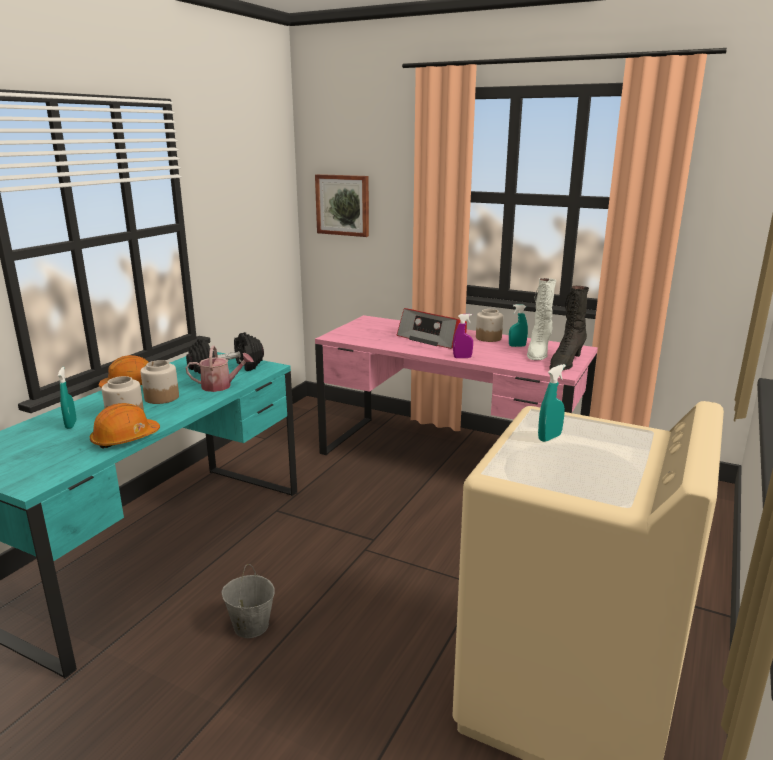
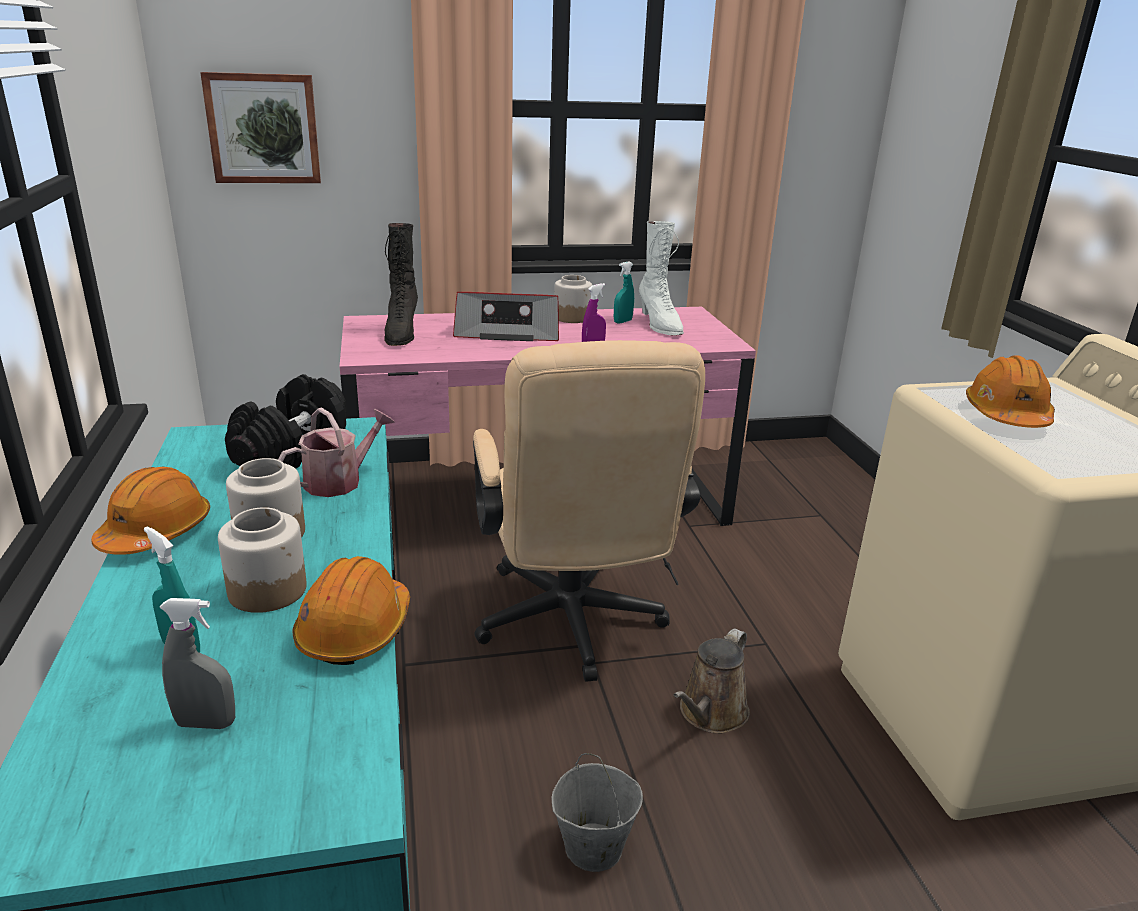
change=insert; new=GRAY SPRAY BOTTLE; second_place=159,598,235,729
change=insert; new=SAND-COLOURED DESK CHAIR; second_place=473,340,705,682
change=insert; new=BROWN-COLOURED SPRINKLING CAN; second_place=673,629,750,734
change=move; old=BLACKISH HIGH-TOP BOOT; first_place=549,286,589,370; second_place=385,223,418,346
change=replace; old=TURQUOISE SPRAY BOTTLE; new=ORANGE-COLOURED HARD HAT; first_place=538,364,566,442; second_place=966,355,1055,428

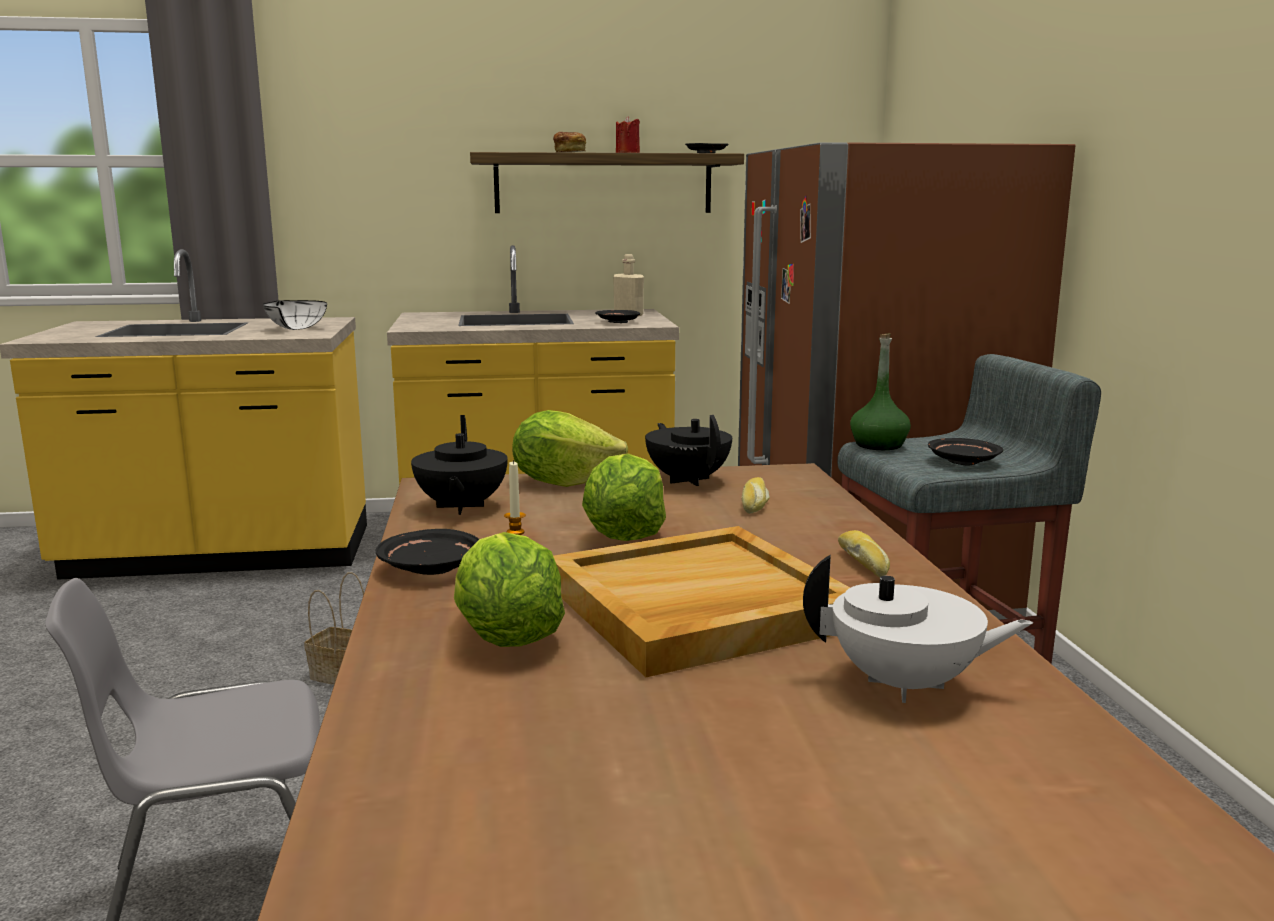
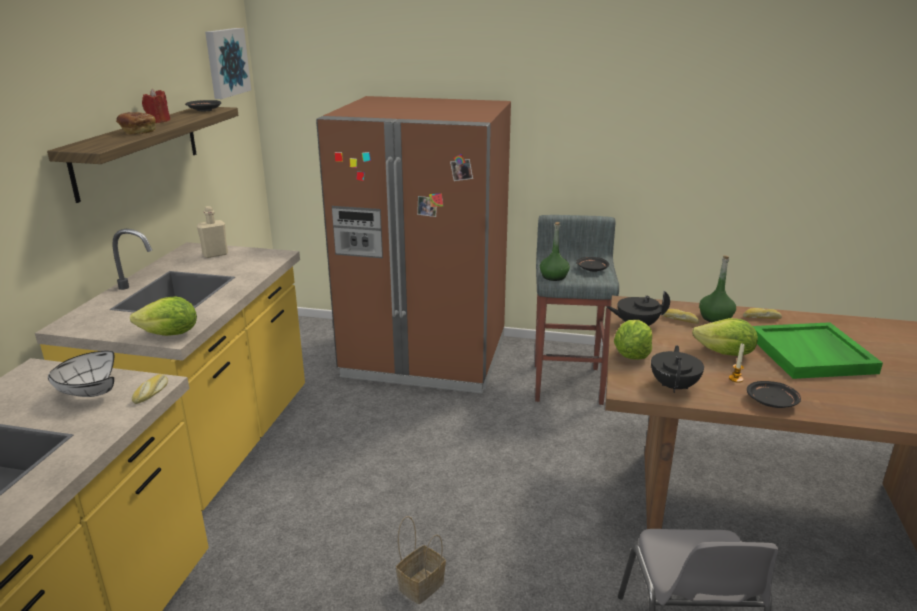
change=delete; old=BLACKISH DINNER PLATE; first_place=595,310,640,323
change=delete; old=WHITE TEA POT; first_place=803,555,1033,703
change=insert; new=BAKED BREAD; second_place=132,374,168,404
change=insert; new=WALL PICTURE; second_place=205,28,251,99
change=insert; new=GREENISH BEVERAGE BOTTLE; second_place=699,255,736,322
change=move; old=HEAD OF LETTUCE; first_place=454,532,565,647; second_place=130,296,197,336
change=recolor; old=SAND-COLOURED TRAY; new=GREENISH TRAY; first_place=554,526,850,677; second_place=753,322,883,379
change=rotate; old=BLACKISH TEA POT; first_place=411,415,508,515; second_place=651,345,704,393; degrees=-90

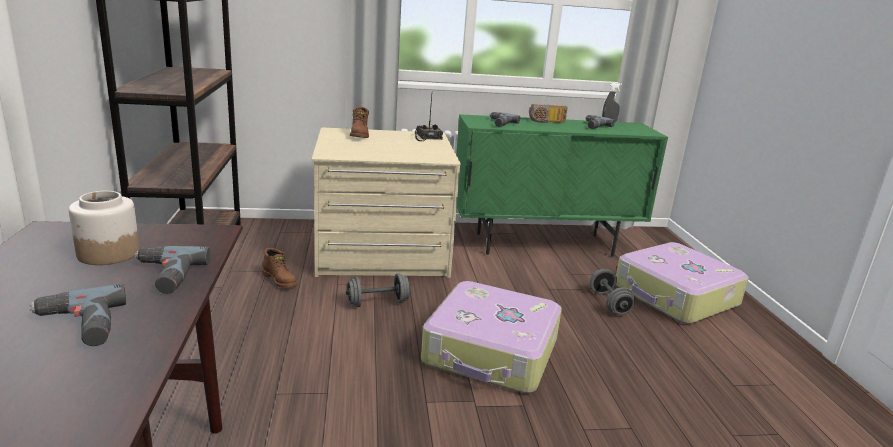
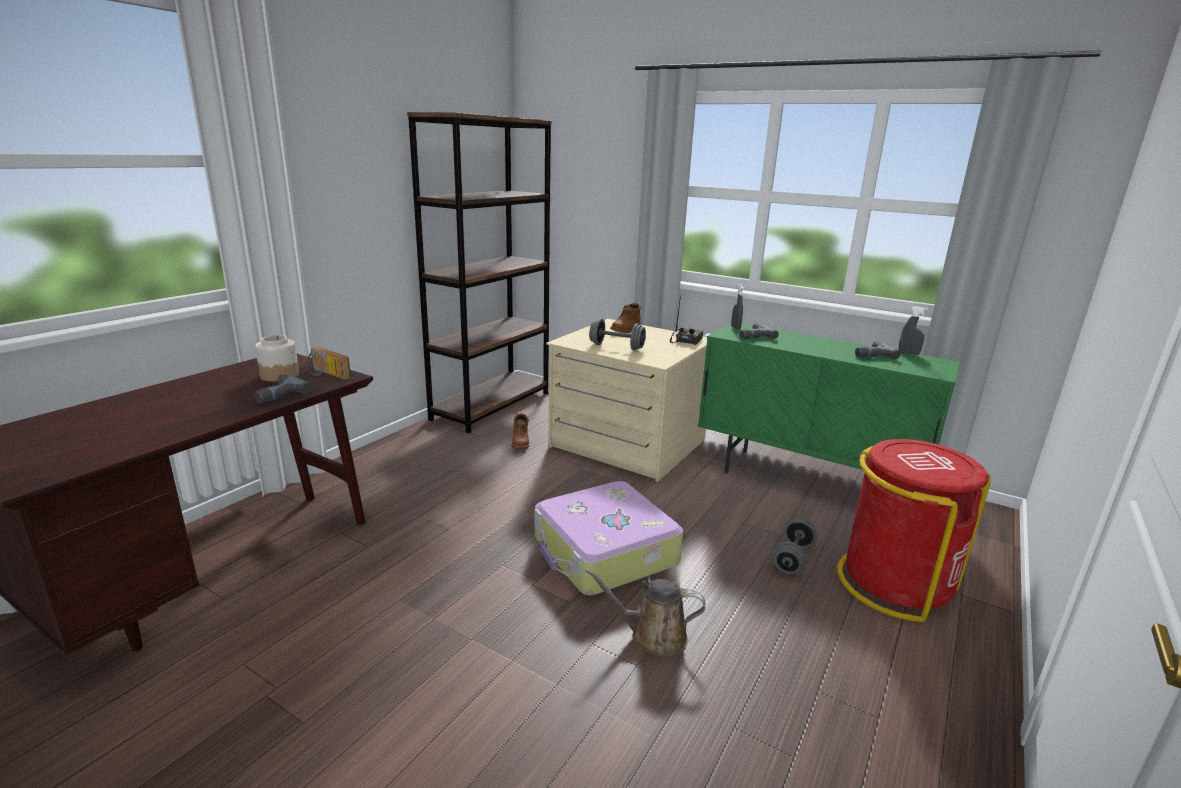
change=delete; old=ELECTRIC DRILL; first_place=29,284,126,346
change=insert; new=BROWN-COLOURED SPRINKLING CAN; second_place=585,568,705,656
change=insert; new=GRAY SPRAY BOTTLE; second_place=731,284,744,330
change=move; old=GRAY HAND WEIGHT; first_place=346,273,410,307; second_place=589,319,646,350
change=move; old=RADIO SET; first_place=529,104,568,123; second_place=307,347,351,380
change=replace; old=TRAVEL CASE; new=REDDISH WASTE BIN; first_place=616,242,749,324; second_place=837,439,991,622

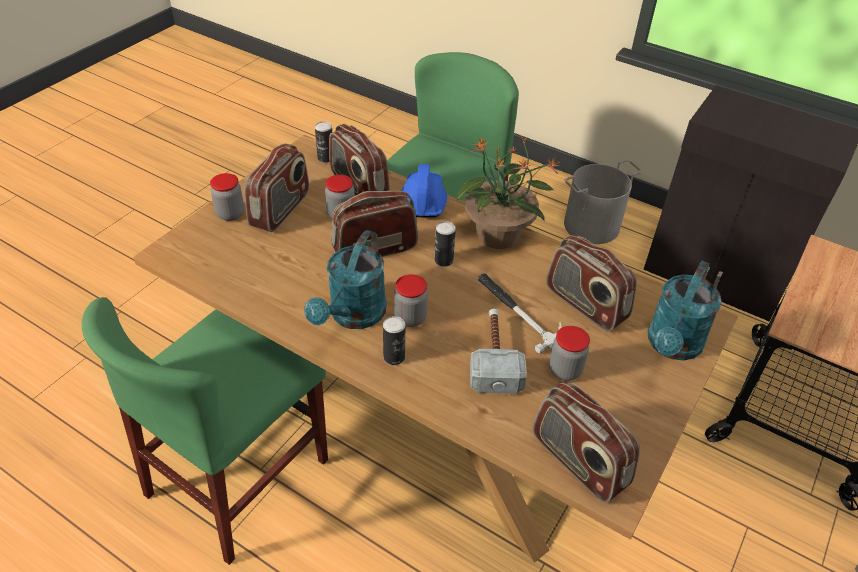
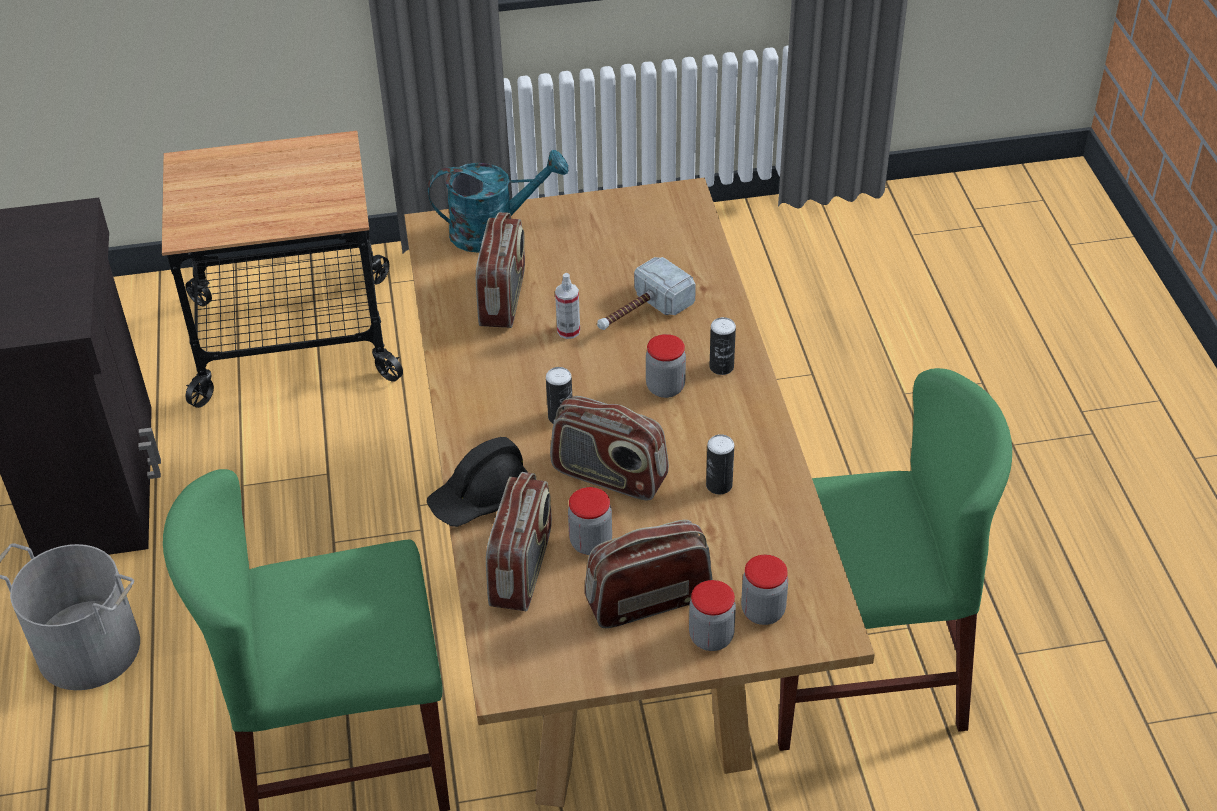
change=delete; old=TURQUOISE SPRINKLING CAN; first_place=304,230,387,329
change=delete; old=PLANT IN A POT; first_place=457,136,560,249
change=delete; old=RADIO SET; first_place=533,382,640,503
change=move; old=METAL CAN; first_place=315,121,332,163; second_place=706,434,734,494
change=move; old=PRESERVE JAR; first_place=549,326,590,381; second_place=741,555,788,625
change=replace; old=HAMMER; new=SPRAY BOTTLE; first_place=478,274,562,353; second_place=555,273,580,339
change=recolor; old=BLUISH HARD HAT; new=BLACKISH HARD HAT; first_place=401,164,447,217; second_place=427,437,528,527

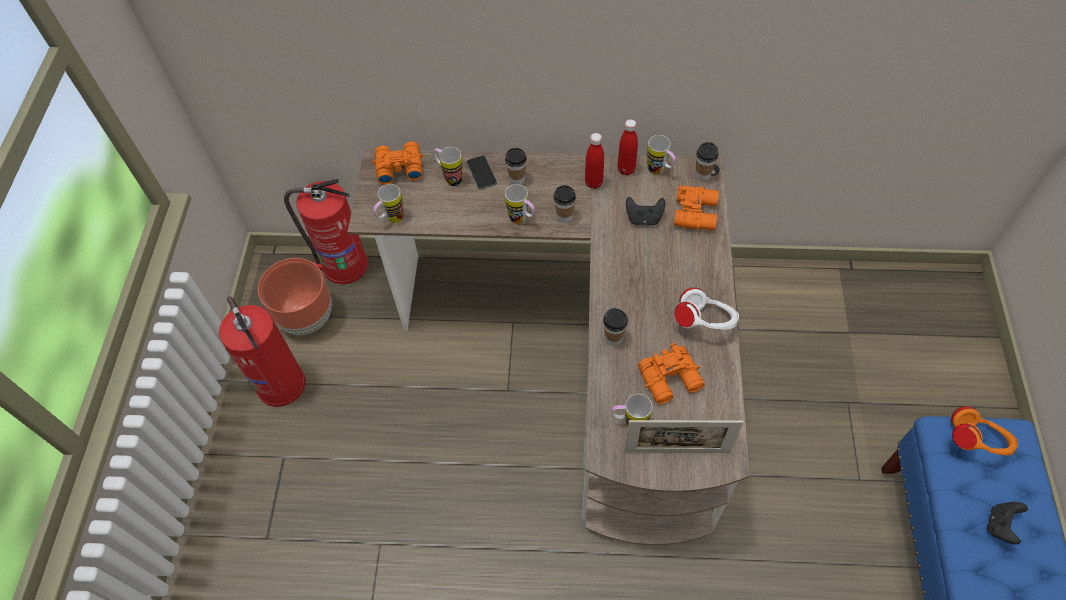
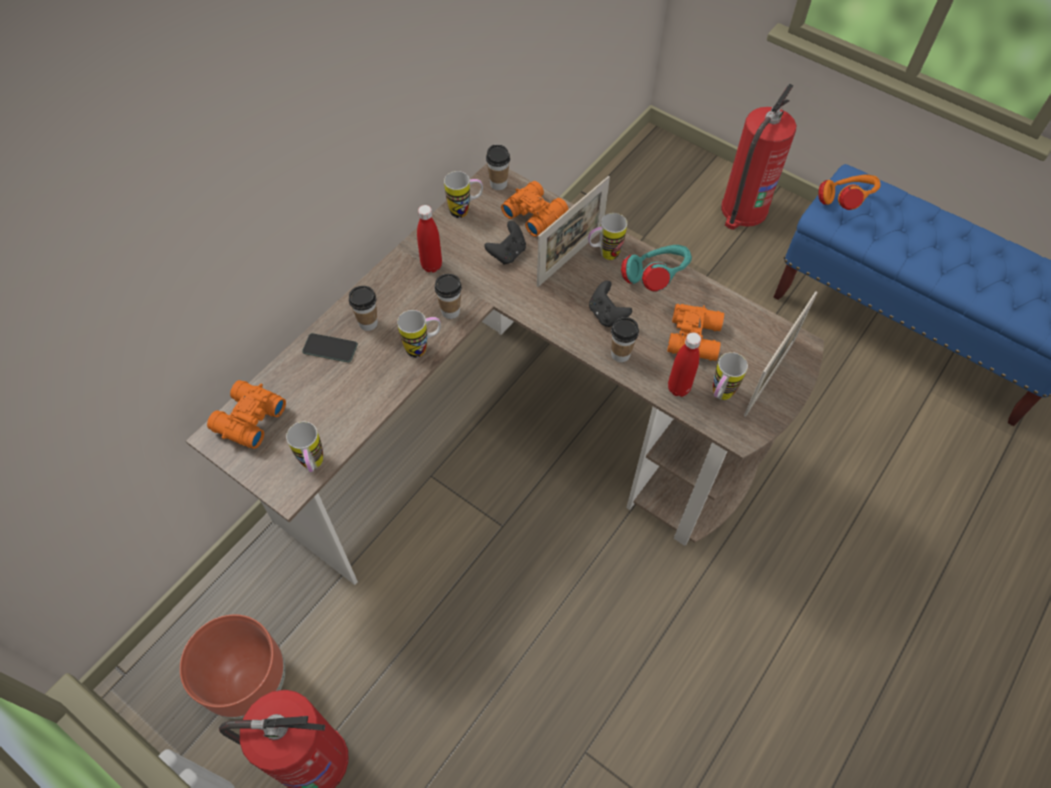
change=insert; new=PHOTO FRAME; second_place=537,176,610,287
change=move; old=EXTINGUISHER; first_place=284,179,368,284; second_place=721,83,796,230
change=move; old=MUG; first_place=433,147,463,186; second_place=588,213,627,260
change=move; old=REDDISH BEVERAGE BOTTLE; first_place=618,119,638,175; second_place=668,332,701,397
change=move; old=BLACKISH GAMEPAD; first_place=987,502,1028,544; second_place=589,281,632,327
change=recolor; old=WHITE HEADSET; new=TURQUOISE HEADSET; first_place=675,287,739,330; second_place=621,245,692,291

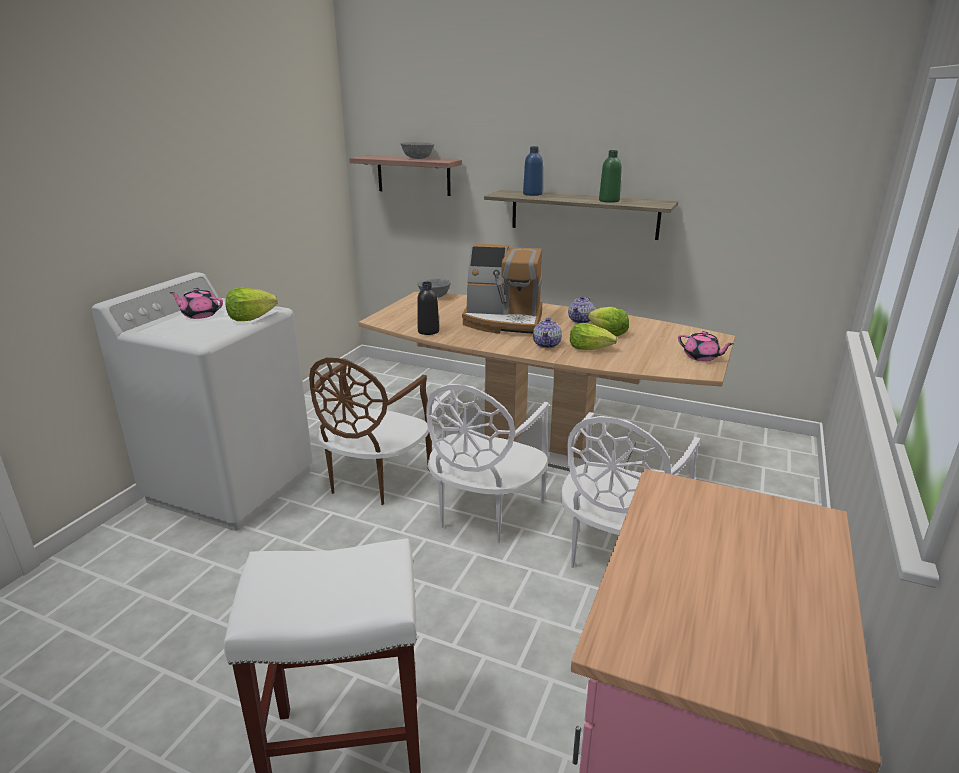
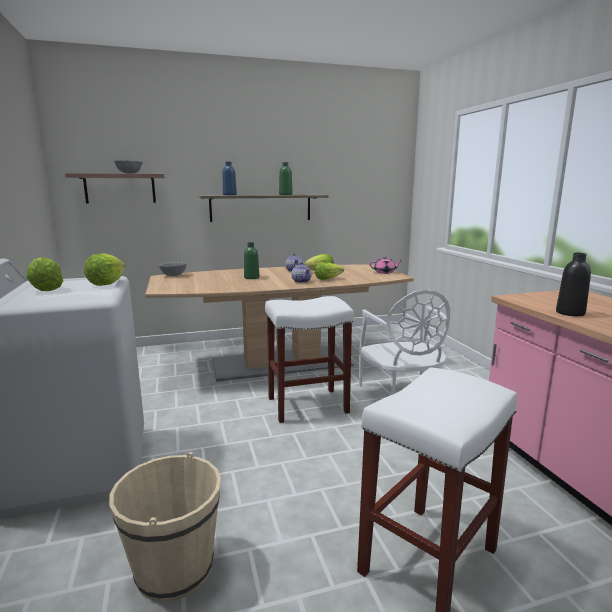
change=delete; old=BROWN-COLOURED PLAIN CHAIR; first_place=309,357,432,505
change=insert; new=SAND-COLOURED PAIL; second_place=109,452,221,602
change=move; old=BLACKISH BEVERAGE BOTTLE; first_place=417,282,439,335; second_place=556,253,591,316
change=replace; old=PINK TEA POT; new=HEAD OF LETTUCE; first_place=170,288,223,319; second_place=27,257,63,291
change=replace; old=WHITE PLAIN CHAIR; new=WHITE SITTING STOOL; first_place=426,384,549,543; second_place=265,296,354,423
change=replace; old=COFFEE MAKER; new=GREENISH BEVERAGE BOTTLE; first_place=462,244,542,334; second_place=244,242,259,279

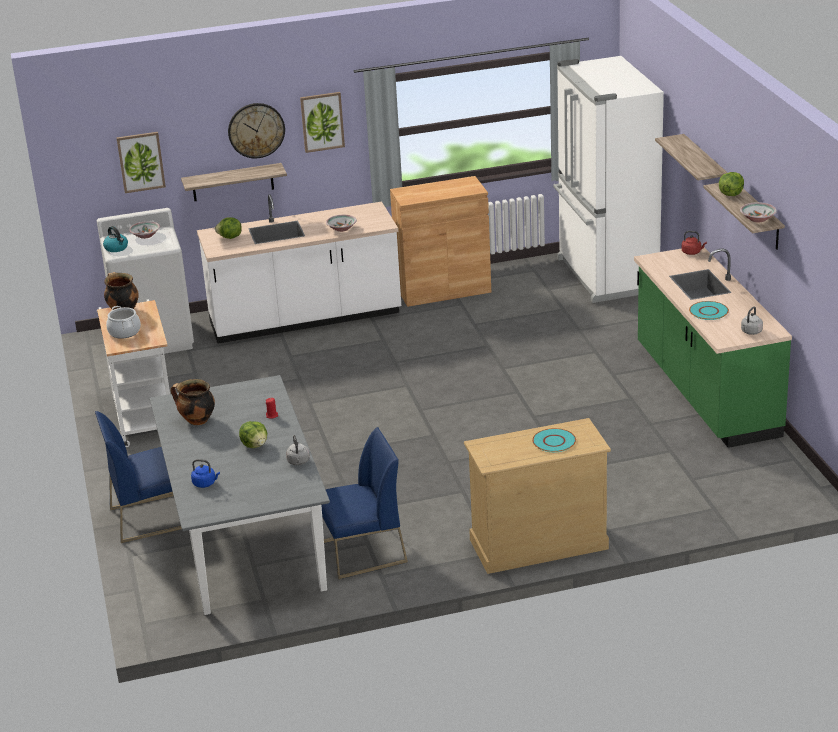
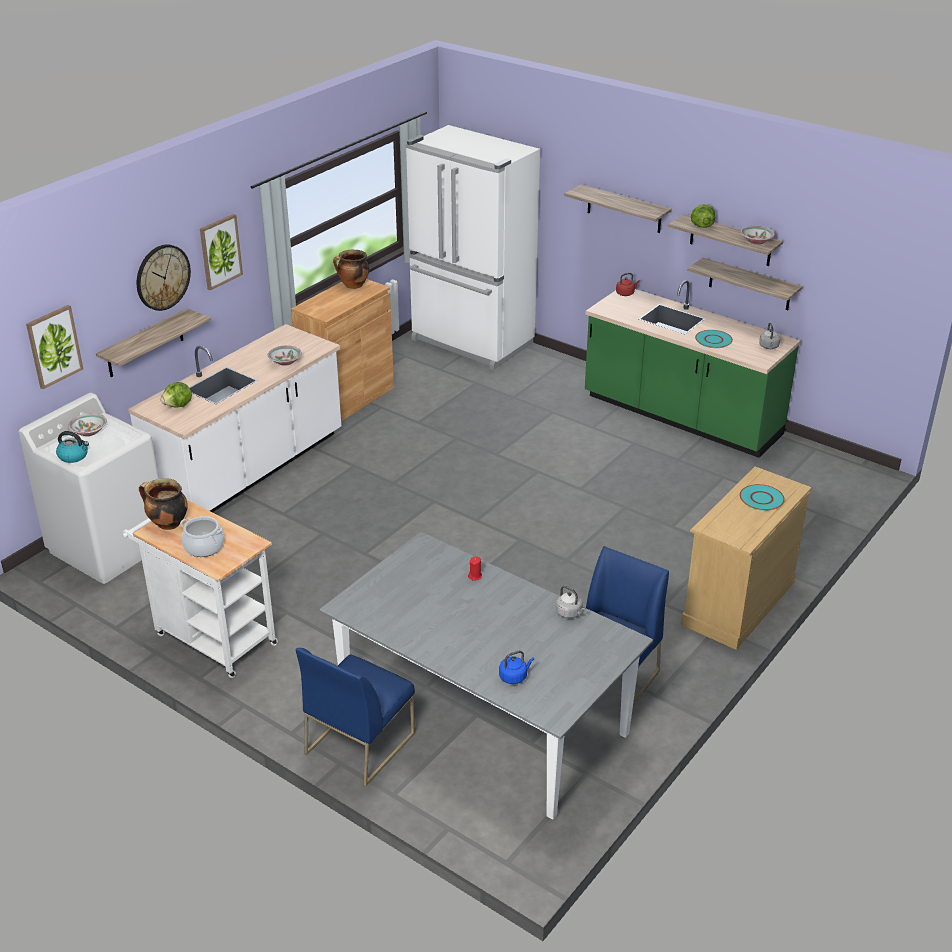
change=delete; old=HEAD OF LETTUCE; first_place=239,421,267,448
change=insert; new=WALL SHELF; second_place=687,258,803,310
change=move; old=COOKING POT; first_place=171,379,215,425; second_place=333,250,369,289

